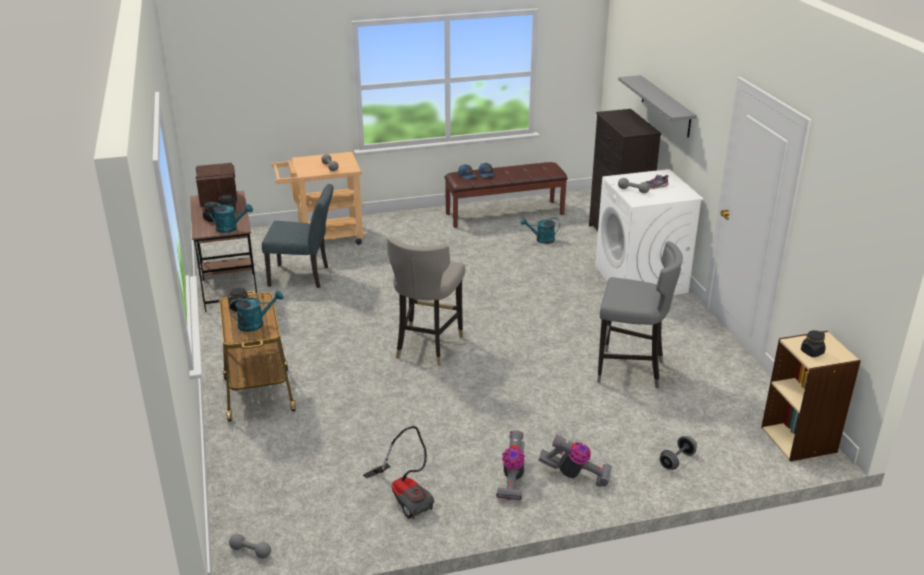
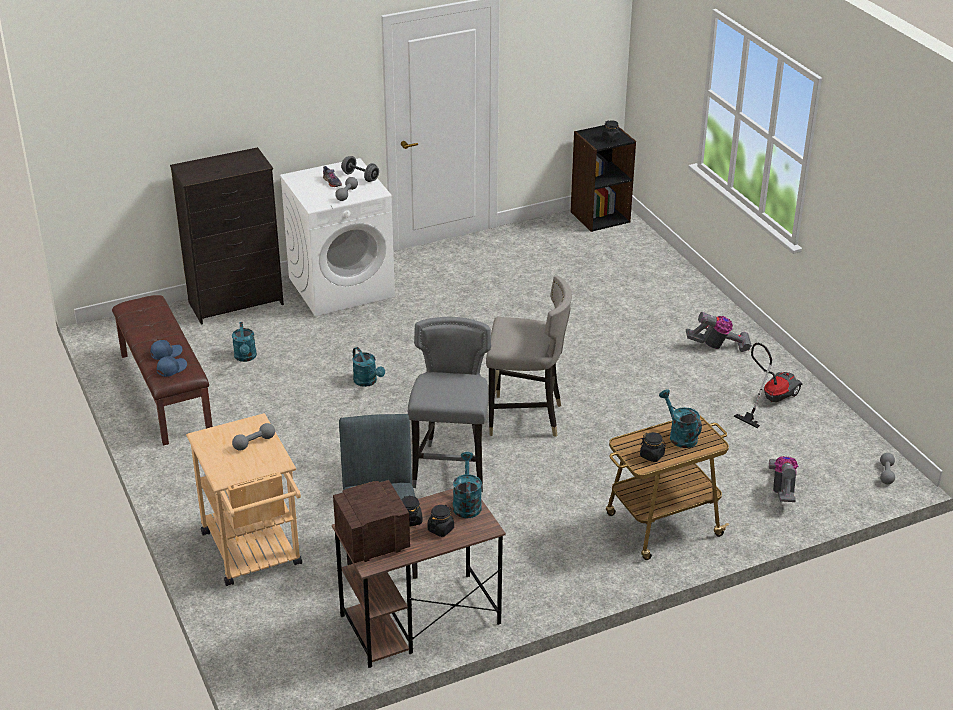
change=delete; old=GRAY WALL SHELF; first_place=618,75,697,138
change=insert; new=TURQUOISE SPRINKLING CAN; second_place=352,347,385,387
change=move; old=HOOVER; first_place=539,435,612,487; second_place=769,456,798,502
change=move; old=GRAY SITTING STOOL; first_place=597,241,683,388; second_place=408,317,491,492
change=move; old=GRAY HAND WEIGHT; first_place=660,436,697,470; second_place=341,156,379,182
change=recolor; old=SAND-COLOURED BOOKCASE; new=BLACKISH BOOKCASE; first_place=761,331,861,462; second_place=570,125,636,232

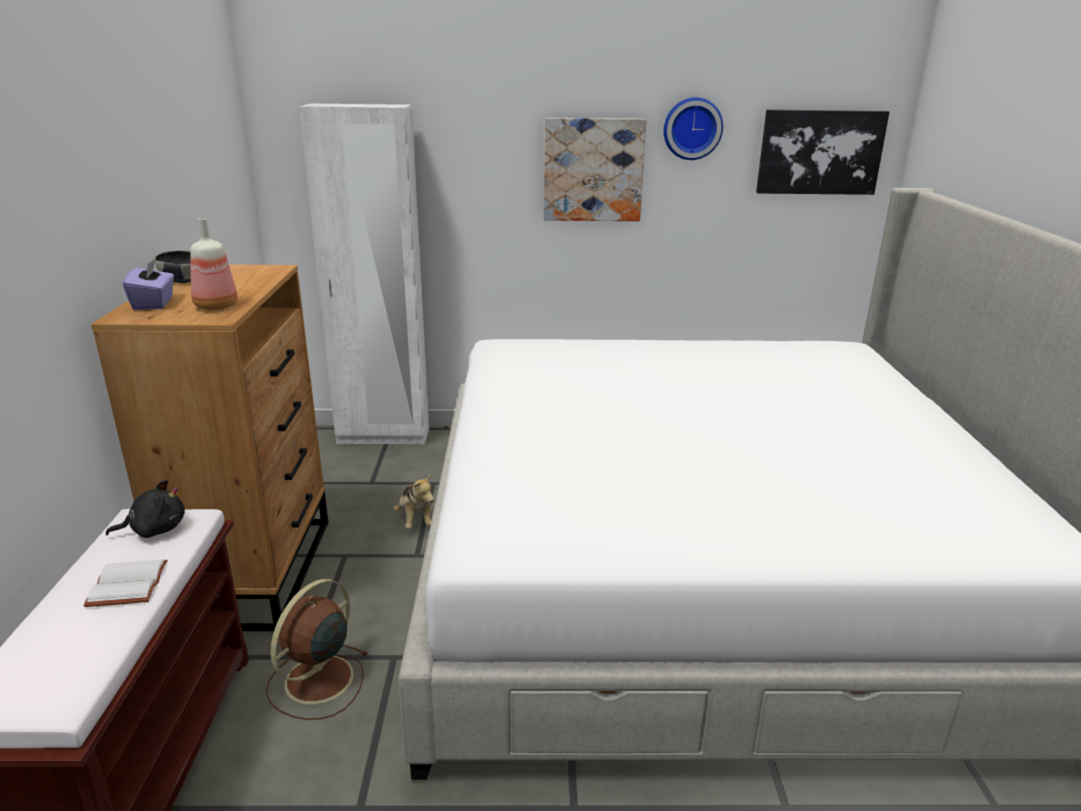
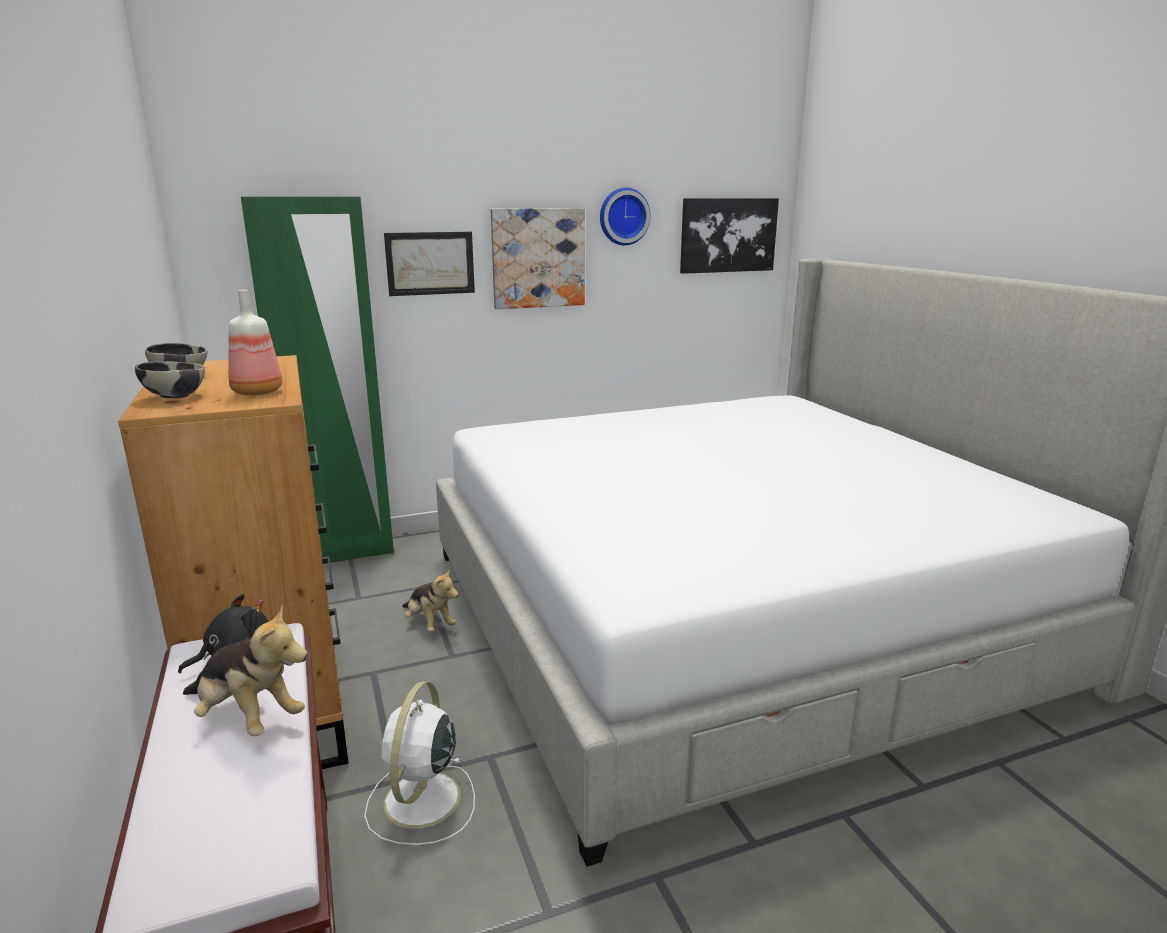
change=insert; new=WALL PICTURE; second_place=384,232,475,296
change=replace; old=WHITE VOLUME; new=CUDDLY TOY; first_place=84,560,168,607; second_place=183,605,308,736
change=replace; old=PURPLE TISSUE HOLDER; new=DEEP DISH; first_place=123,258,174,310; second_place=135,361,205,398
change=recolor; old=BROWN-COLOURED FAN; new=WHITE FAN; first_place=266,579,369,720; second_place=364,681,475,845
change=recolor; old=WHITE CLOTHES CUPBOARD; new=GREENISH CLOTHES CUPBOARD; first_place=299,104,429,445; second_place=241,197,394,563

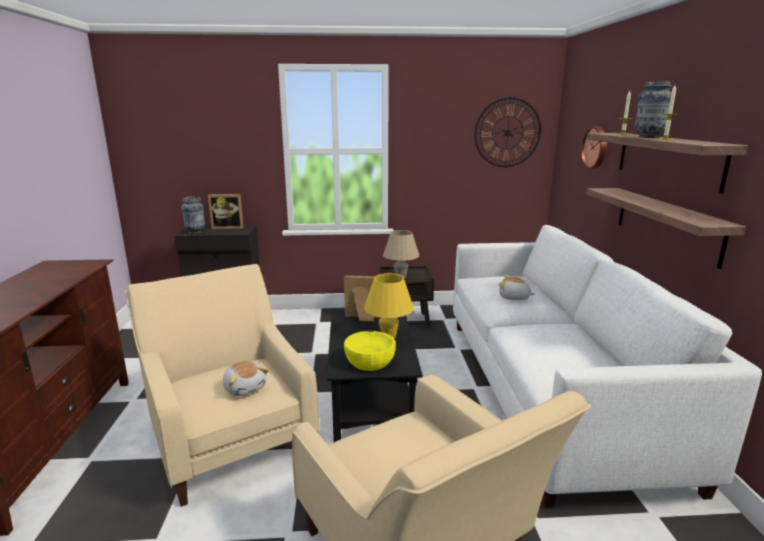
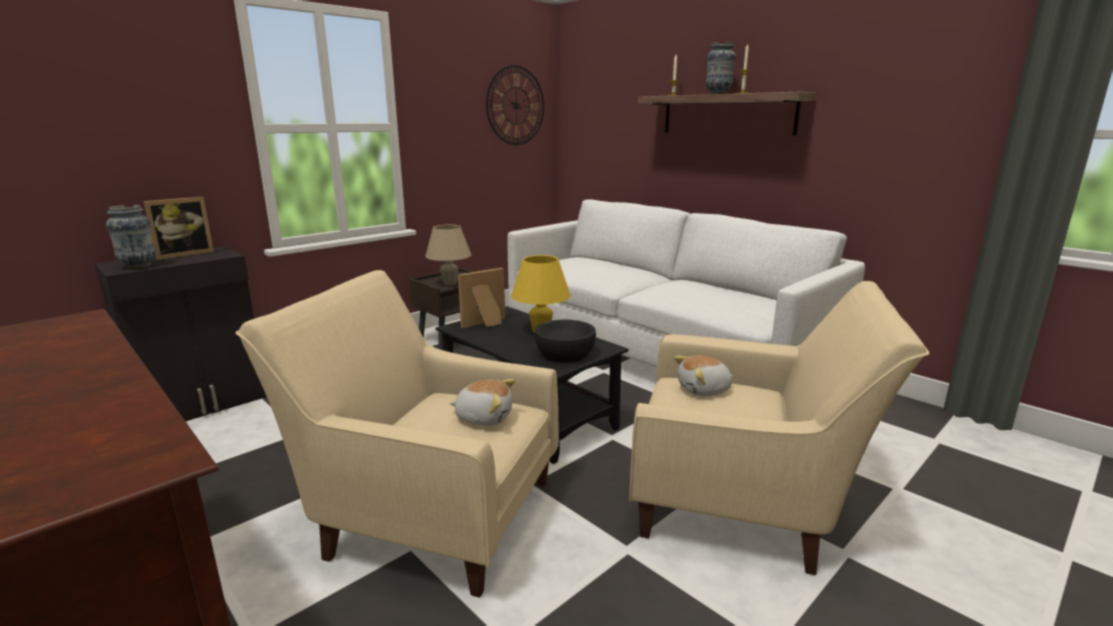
change=delete; old=CLOCK ON THE WALL; first_place=581,126,607,169
change=delete; old=WALL SHELF; first_place=586,188,746,269
change=move; old=CUDDLY TOY; first_place=499,275,535,300; second_place=674,355,734,397
change=recolor; old=YELLOWISH DEEP DISH; new=BLACKISH DEEP DISH; first_place=344,331,396,371; second_place=534,320,596,363

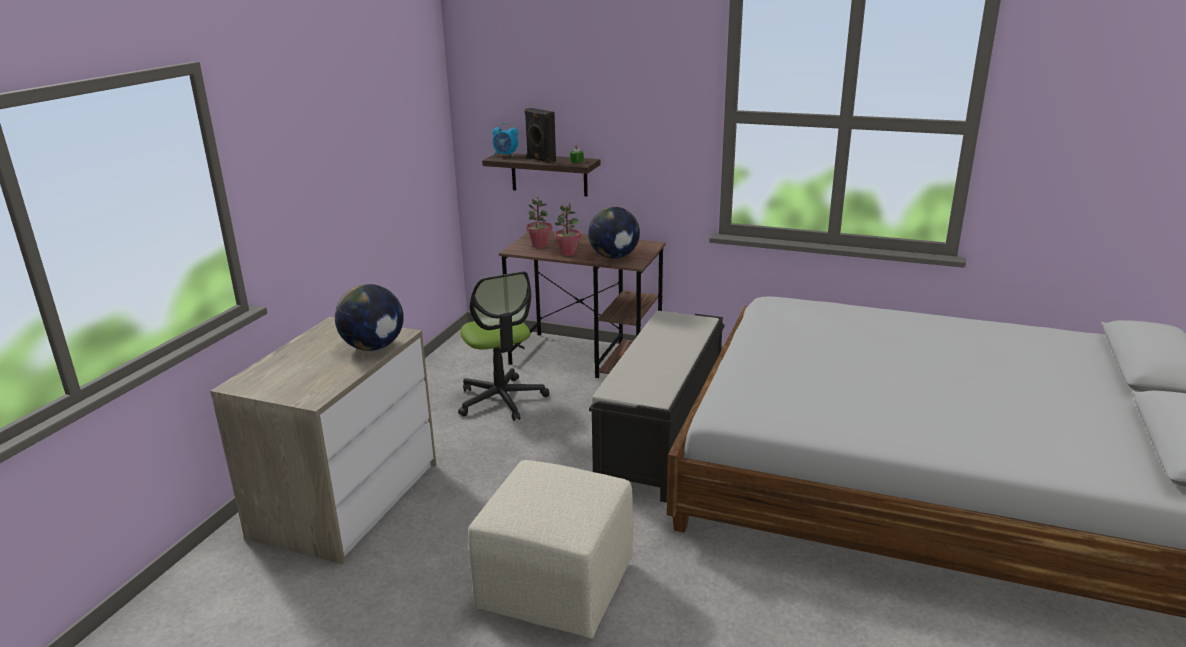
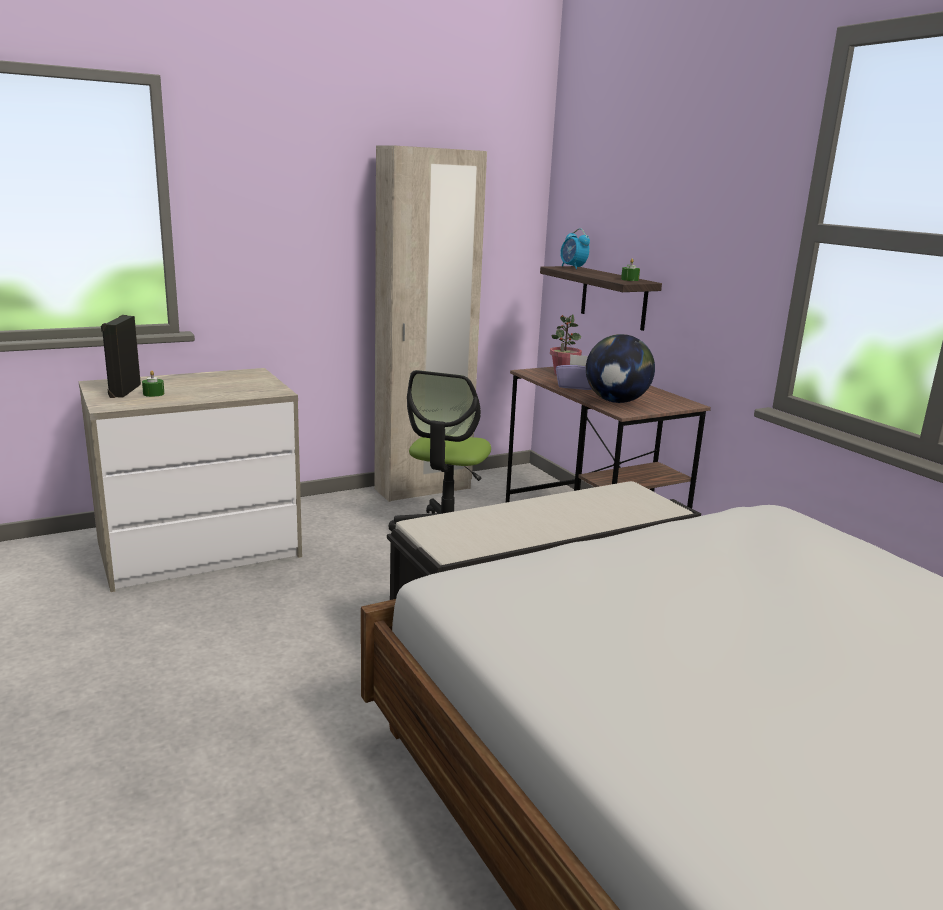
change=delete; old=DESK GLOBE; first_place=335,284,404,351
change=delete; old=SAND-COLOURED POUFFE; first_place=468,460,633,639
change=insert; new=GREENISH CANDLE; second_place=142,371,164,397
change=insert; new=SAND-COLOURED CLOTHES CUPBOARD; second_place=374,145,487,502
change=move; old=BLACKISH SPEAKER; first_place=525,108,556,163; second_place=101,315,141,398
change=replace; old=PLANT IN A POT; new=PURPLE TISSUE HOLDER; first_place=555,203,581,256; second_place=556,354,592,390

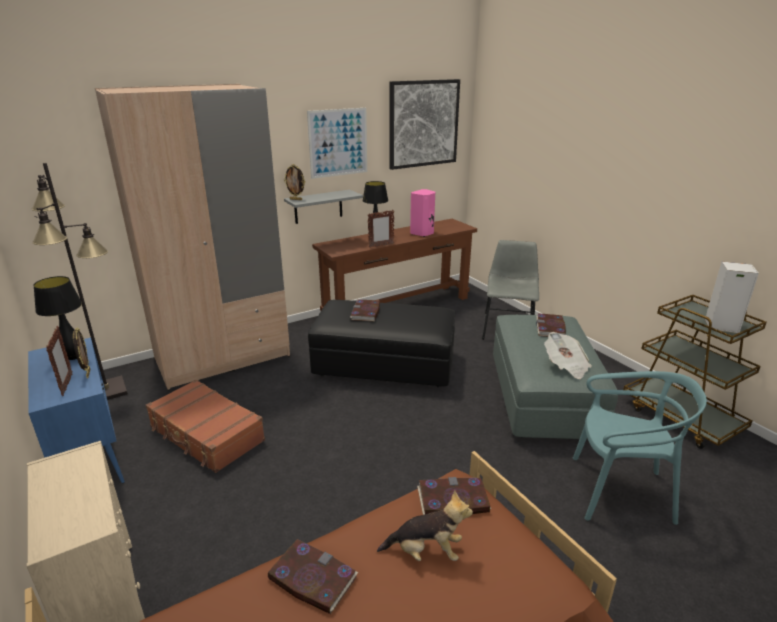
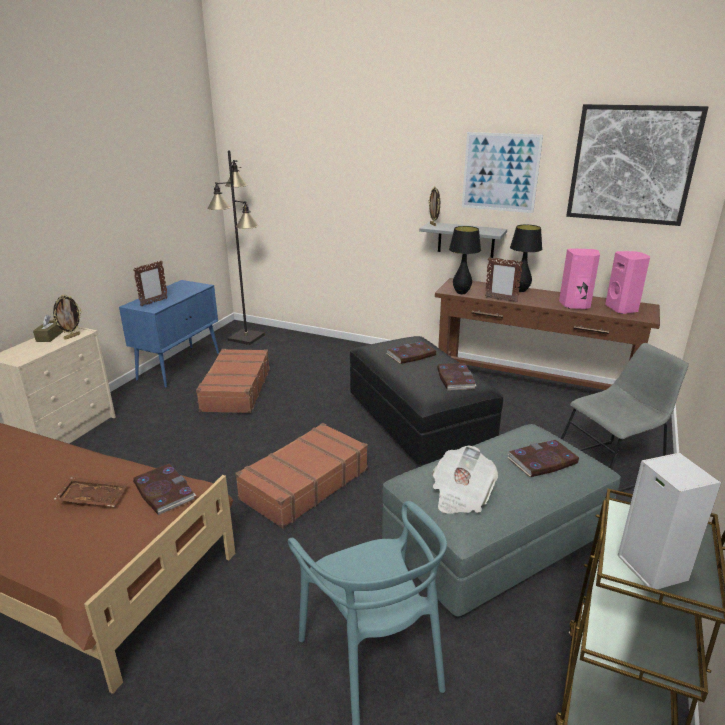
change=delete; old=SAND-COLOURED CLOTHES CUPBOARD; first_place=95,84,290,391
change=insert; new=BROWN-COLOURED TISSUE HOLDER; second_place=33,315,63,342
change=insert; new=BROWN-COLOURED TRAVEL CASE; second_place=235,423,368,529
change=insert; new=PINK SPEAKER; second_place=605,251,650,314
change=move; old=BLACKISH TABLETOP LAMP; first_place=33,276,82,360; second_place=449,226,481,294
change=move; old=PHOTO FRAME; first_place=73,328,90,379; second_place=53,294,82,340
change=move; old=VOLUME; first_place=267,539,358,614; second_place=437,363,477,390
change=replace; old=CUDDLY TOY; new=BROWN-COLOURED TRAY; first_place=377,490,473,561; second_place=53,477,128,507

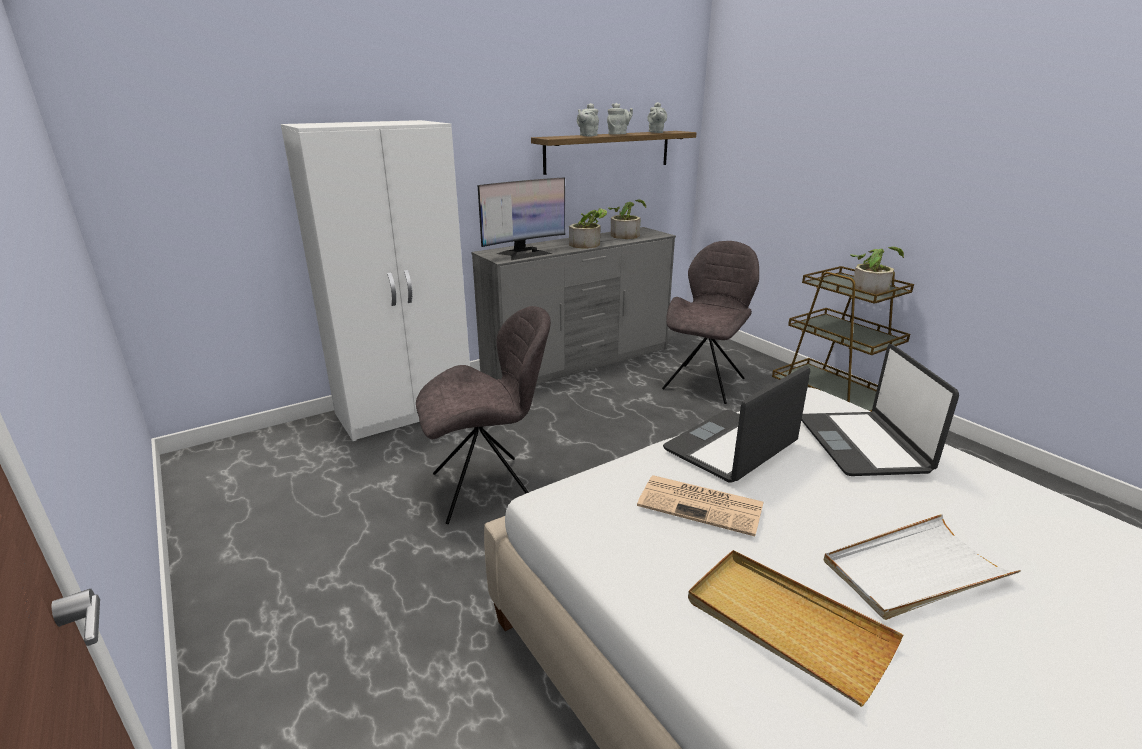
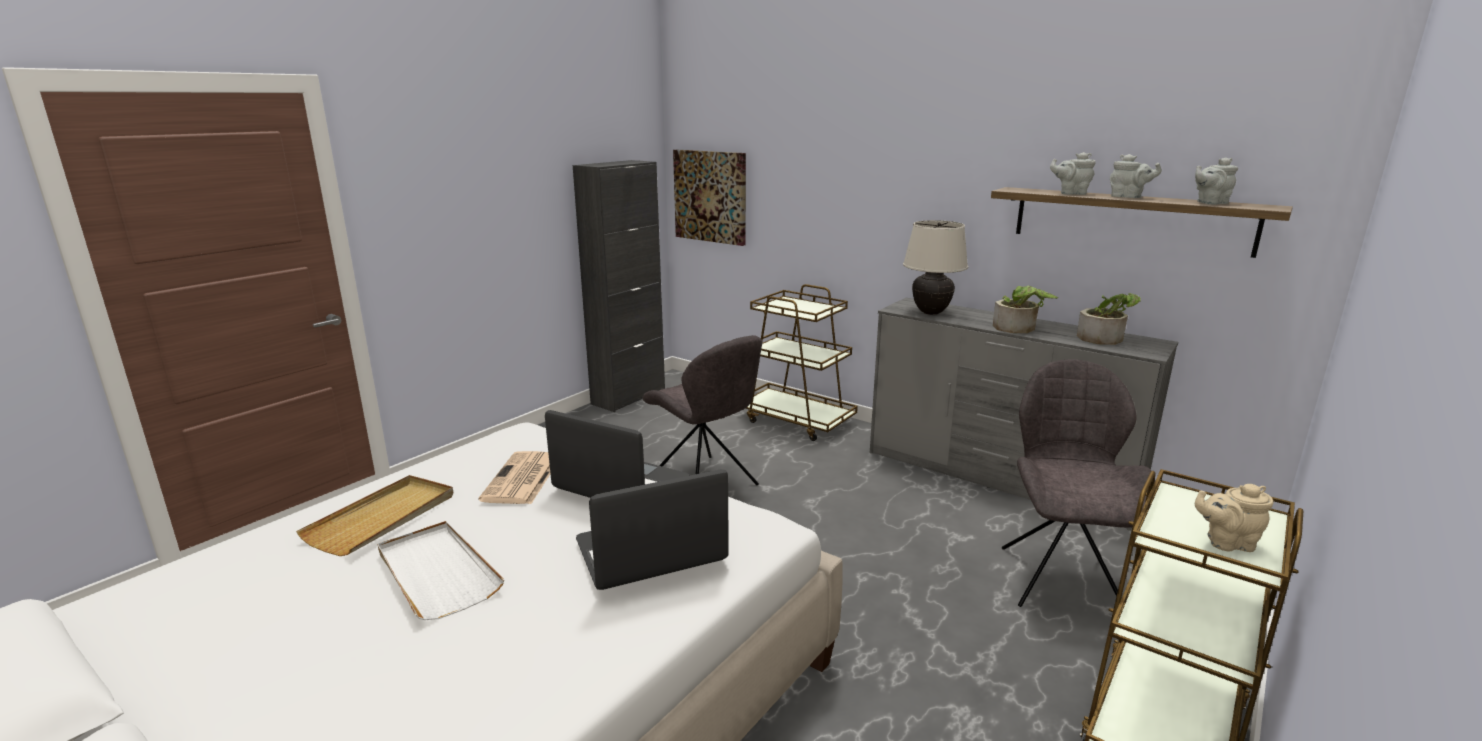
change=insert; new=BLACKISH CUPBOARD; second_place=573,160,665,412
change=insert; new=WALL PICTURE; second_place=673,150,746,246
change=replace; old=WHITE CLOTHES CUPBOARD; new=BROWN-COLOURED TROLLEY; first_place=281,120,470,441; second_place=746,284,858,441
change=replace; old=COMPUTER DISPLAY; new=SAND-COLOURED TABLETOP LAMP; first_place=478,178,565,260; second_place=903,220,968,315
change=replace; old=PLANT IN A POT; new=SAND-COLOURED TEA POT; first_place=850,247,904,294; second_place=1195,484,1273,552
change=rotate; old=GRAY PLAIN CHAIR; first_place=662,241,759,404; second_place=1002,359,1155,607; degrees=-90

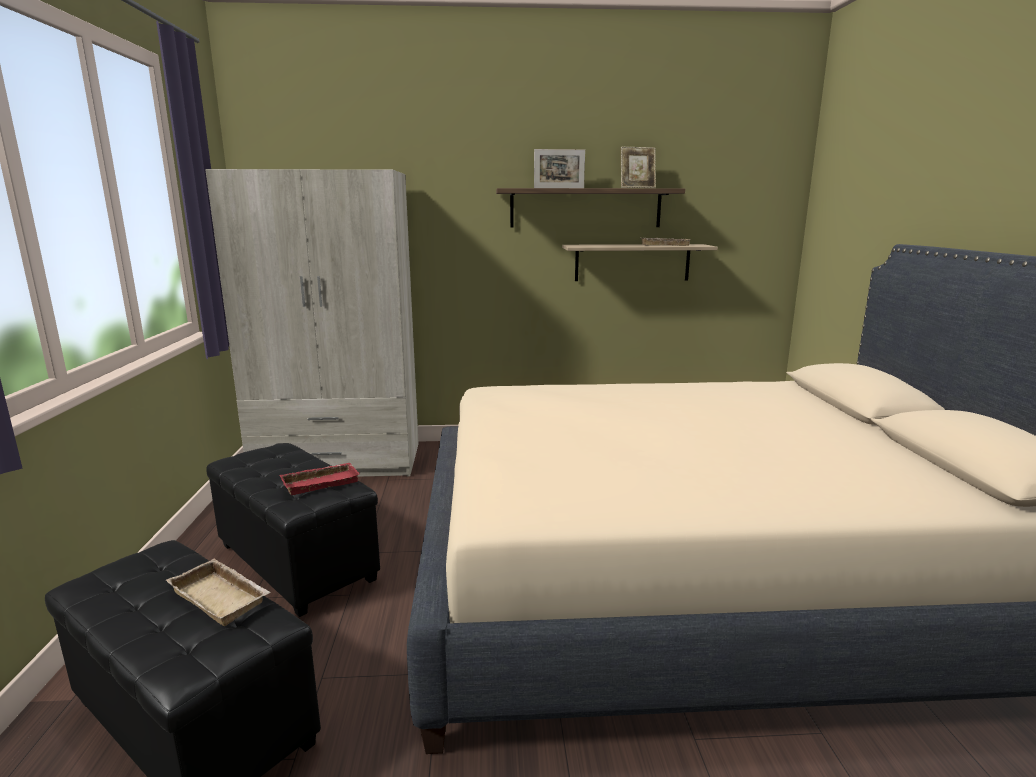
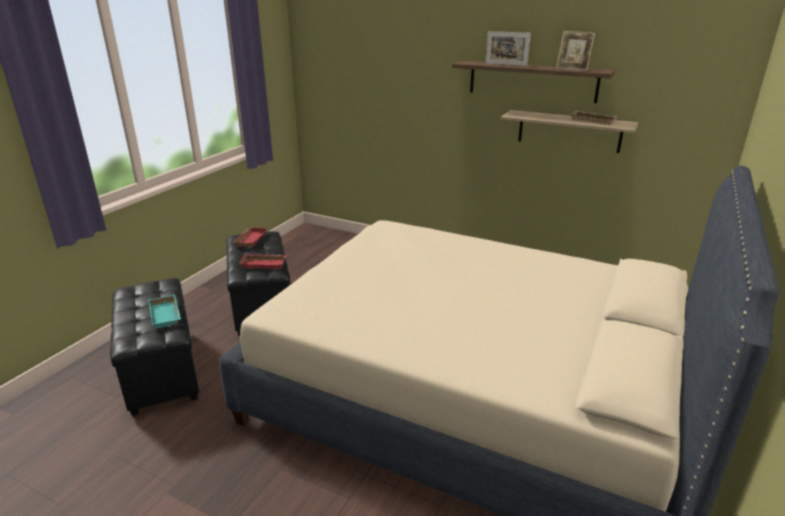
change=delete; old=SAND-COLOURED CLOTHES CUPBOARD; first_place=205,169,419,477
change=insert; new=REDDISH TRAY; second_place=234,227,267,247
change=recolor; old=SAND-COLOURED TRAY; new=TURQUOISE TRAY; first_place=166,558,271,626; second_place=148,295,181,329

